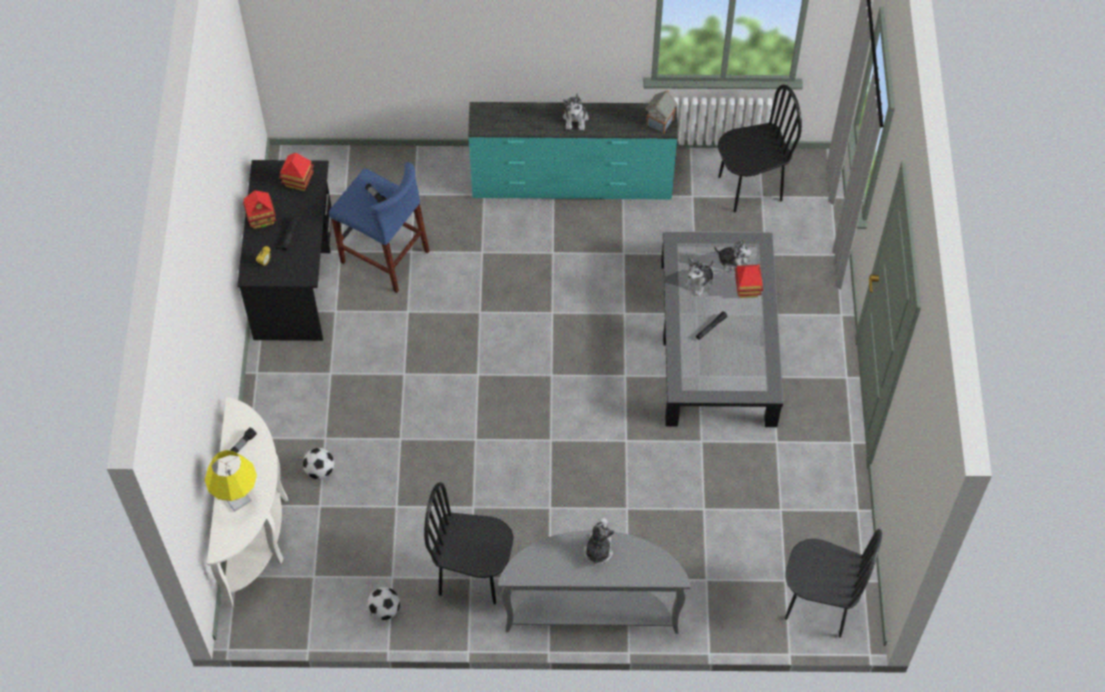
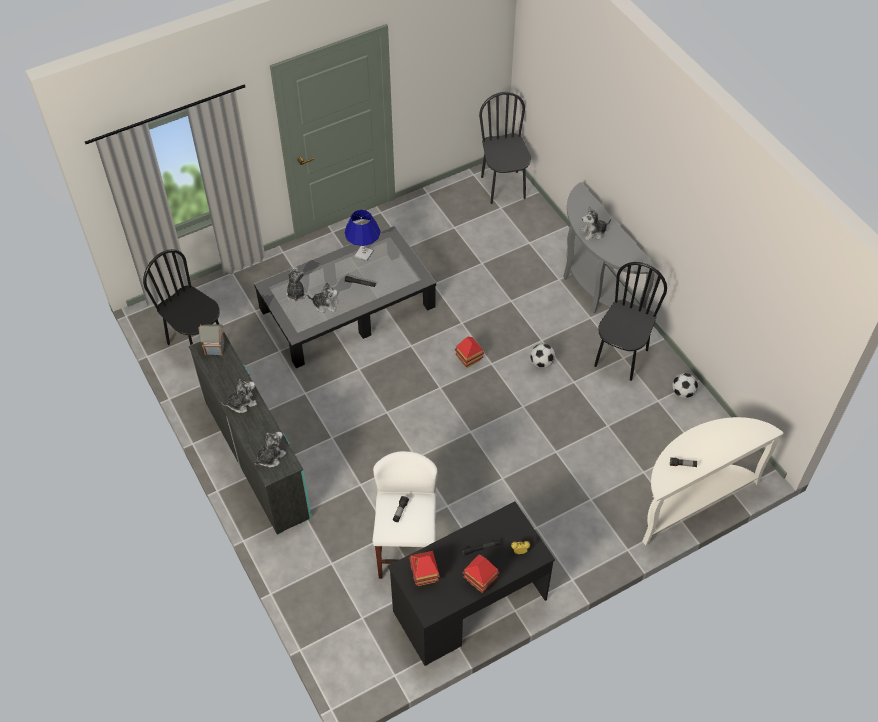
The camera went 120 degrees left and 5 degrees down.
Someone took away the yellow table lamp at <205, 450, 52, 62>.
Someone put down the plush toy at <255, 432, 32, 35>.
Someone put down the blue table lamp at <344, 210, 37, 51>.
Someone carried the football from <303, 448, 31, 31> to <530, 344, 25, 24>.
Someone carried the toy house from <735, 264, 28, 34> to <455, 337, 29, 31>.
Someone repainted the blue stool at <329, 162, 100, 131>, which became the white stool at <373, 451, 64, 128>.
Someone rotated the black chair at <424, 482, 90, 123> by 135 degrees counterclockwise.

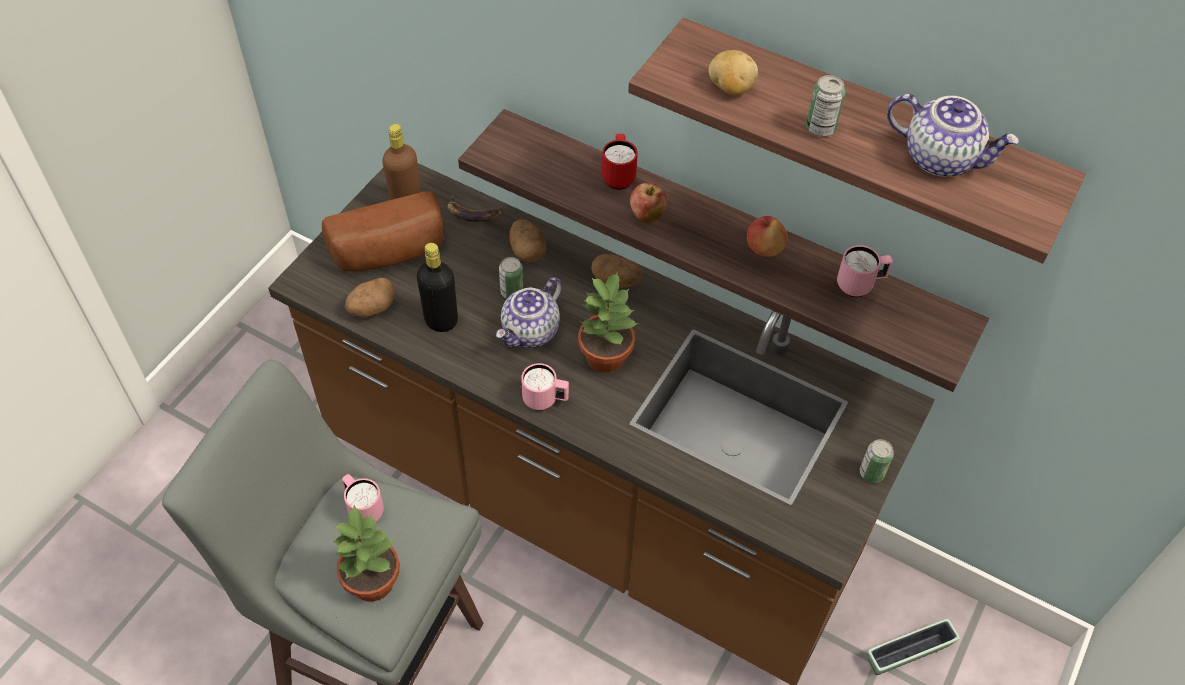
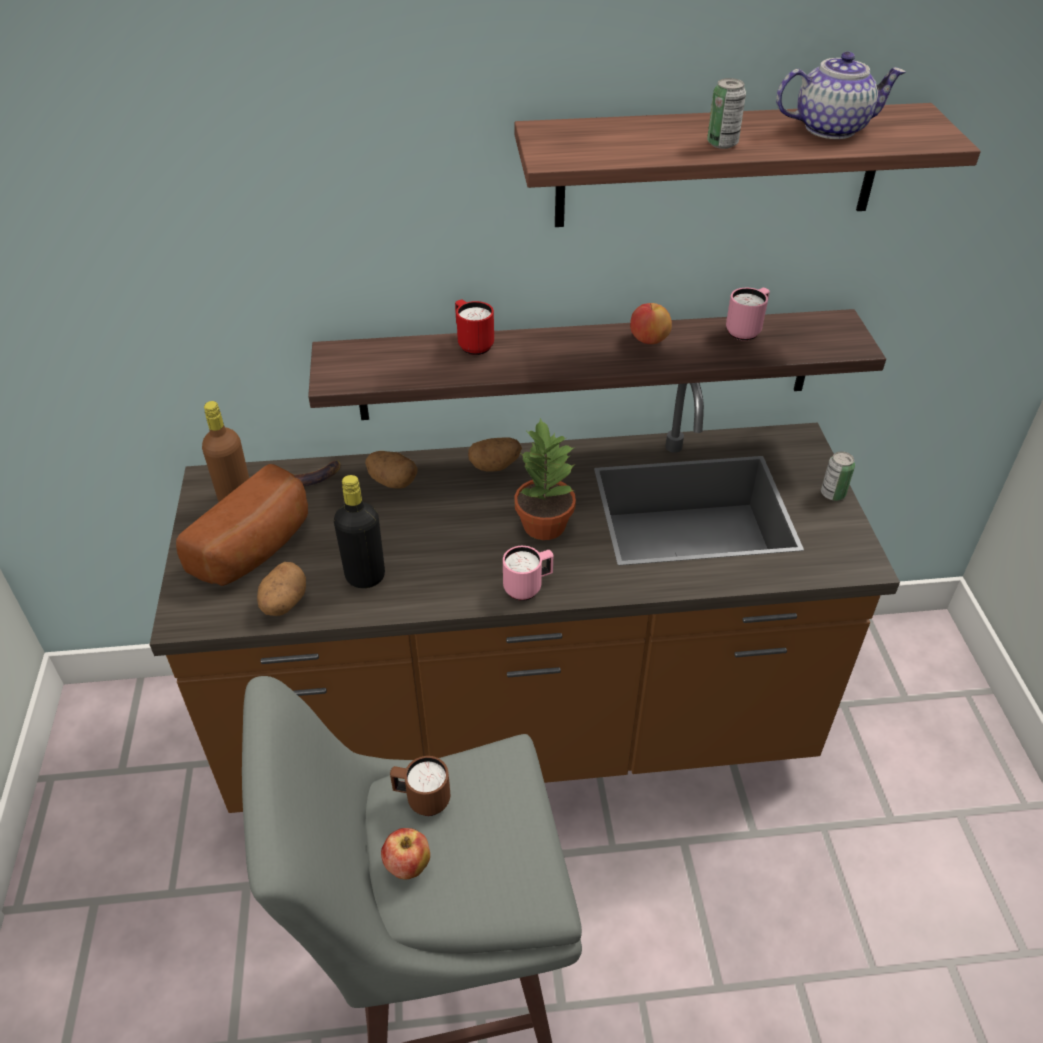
The camera went 35 degrees left and 10 degrees down.
Someone took away the potted plant at <331, 505, 69, 96>.
Someone took away the teapot at <496, 277, 66, 71>.
Someone took away the can at <499, 257, 25, 42>.
Someone took away the potato at <709, 50, 49, 45>.
Someone took away the planter at <868, 619, 92, 56>.
Someone carried the apple from <630, 183, 38, 40> to <381, 828, 49, 52>.
Someone repainted the pink mug at <342, 474, 42, 48>, which became the brown mug at <390, 756, 60, 60>.

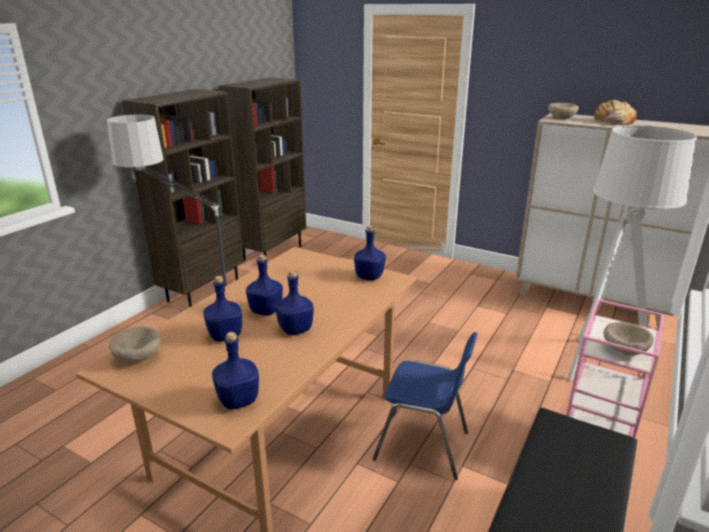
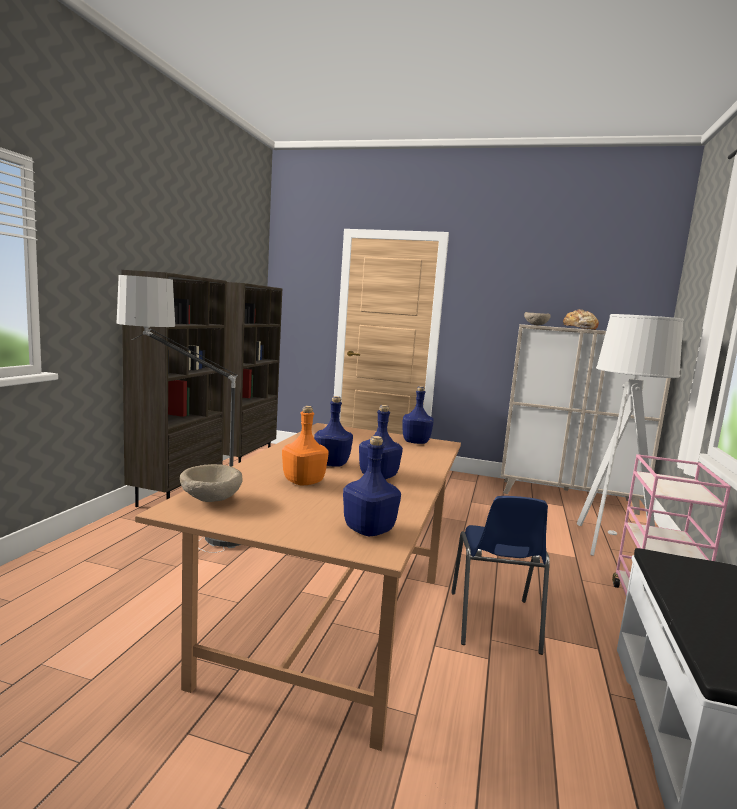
The camera went 15 degrees left and 15 degrees down.
Someone took away the beige bowl at <603, 322, 51, 34>.
Someone repainted the blue bottle at <203, 276, 39, 66>, which became the orange bottle at <282, 406, 47, 79>.
Someone rotated the blue chair at <373, 332, 105, 148> by 90 degrees clockwise.

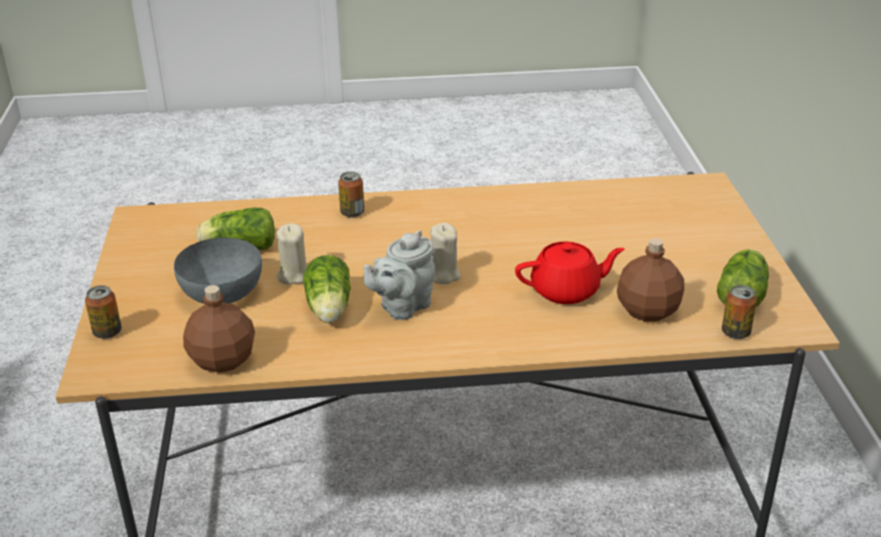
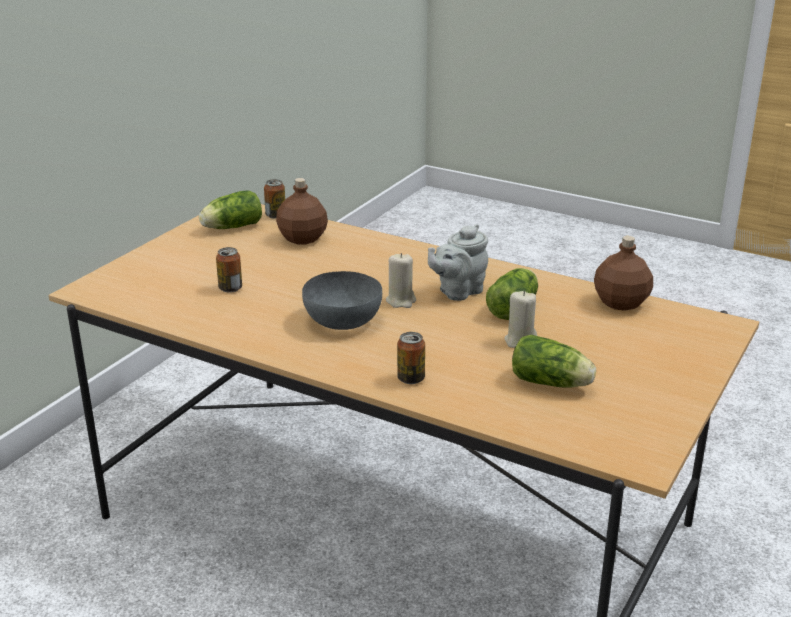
The camera went 145 degrees left and 5 degrees down.
Someone took away the red teapot at <515, 242, 110, 62>.
Someone carried the can from <85, 285, 37, 54> to <216, 247, 26, 46>.
Someone carried the grey bowl from <174, 237, 88, 67> to <302, 271, 80, 59>.
Someone rotated the grey teapot at <363, 230, 72, 90> by 150 degrees clockwise.

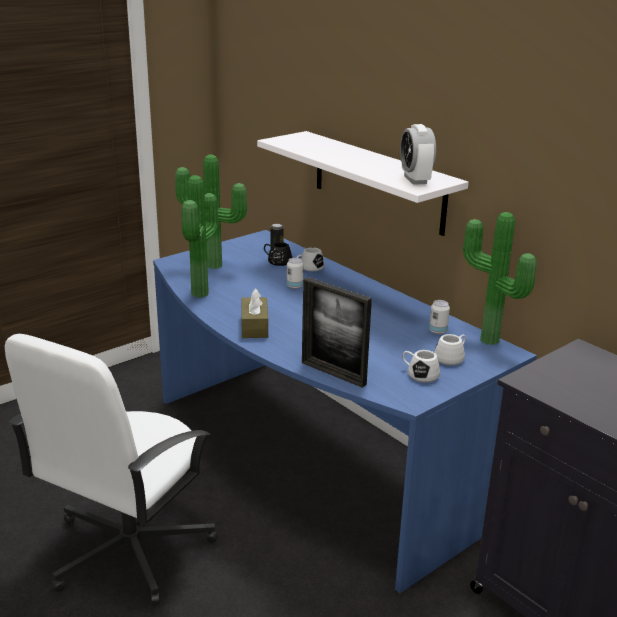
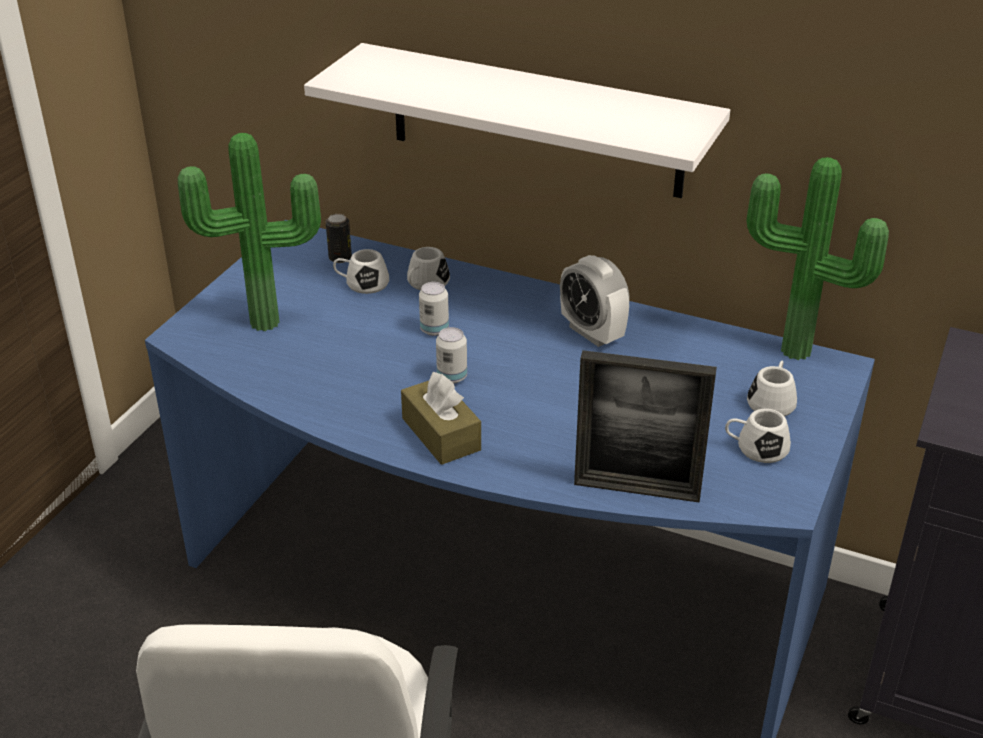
The camera went 25 degrees left and 10 degrees up.
Someone took away the potted plant at <181, 175, 37, 123>.
Someone carried the alarm clock from <400, 124, 36, 61> to <560, 255, 70, 92>.
Someone carried the can from <429, 300, 21, 35> to <436, 327, 31, 57>.
Someone repainted the black mug at <264, 242, 28, 24>, which became the white mug at <333, 249, 56, 45>.

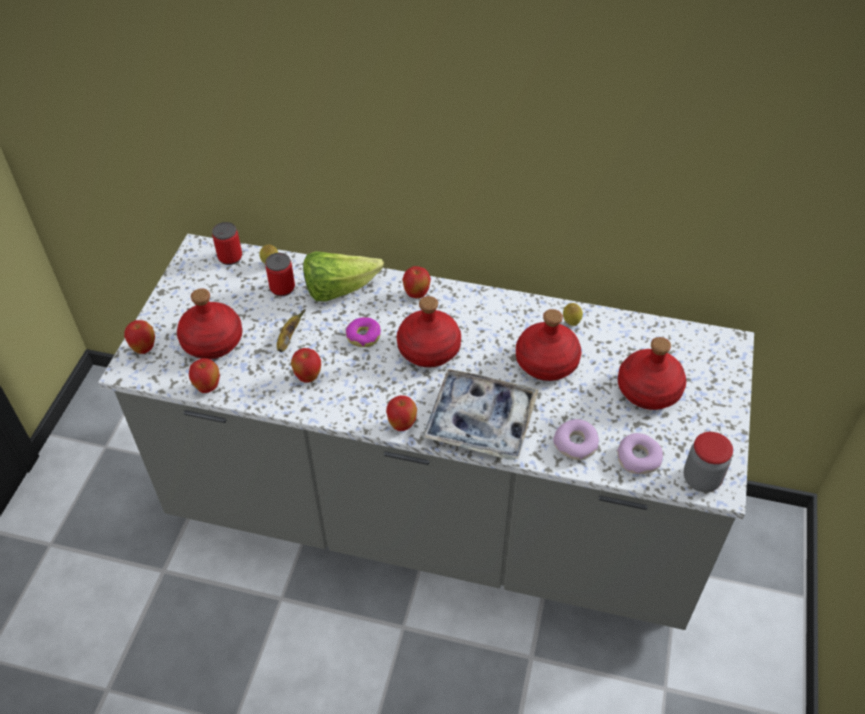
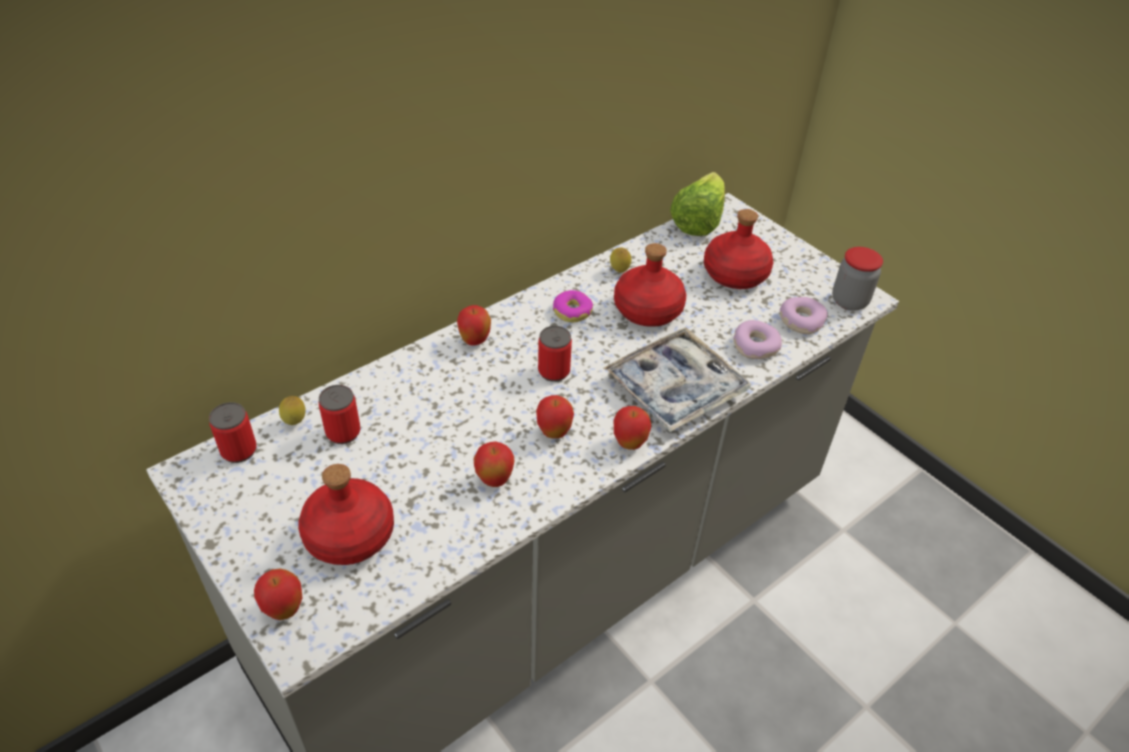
The camera went 55 degrees left and 5 degrees down.
Someone took away the banana at <277, 309, 28, 43>.
Someone carried the apple from <189, 358, 31, 35> to <536, 395, 38, 44>.
Someone carried the lettuce from <303, 251, 81, 50> to <670, 172, 55, 64>.
Someone carried the donut from <346, 317, 35, 30> to <553, 290, 40, 32>.
Someone swapped the red bottle at <397, 296, 64, 71> for the can at <538, 326, 34, 56>.

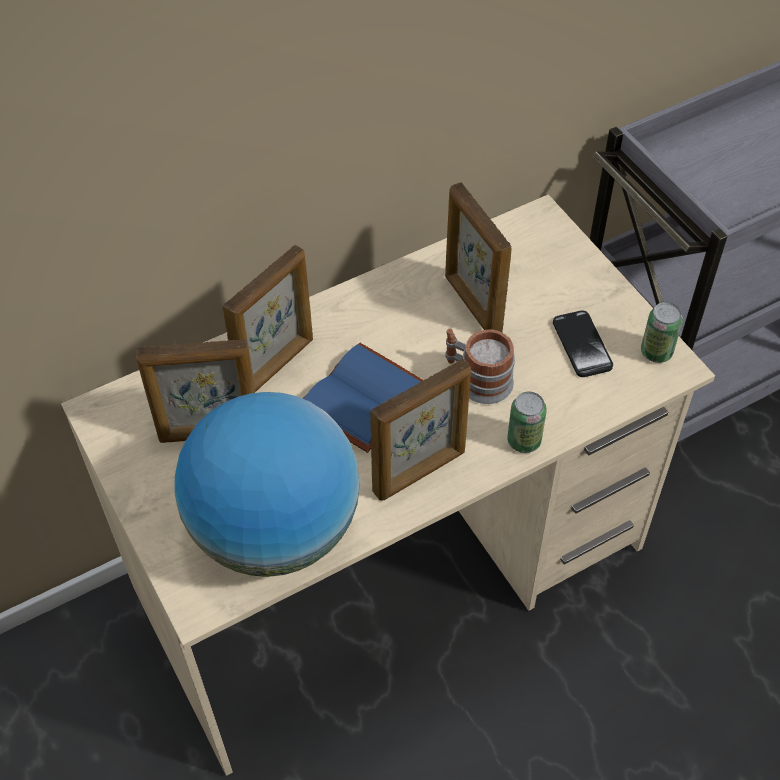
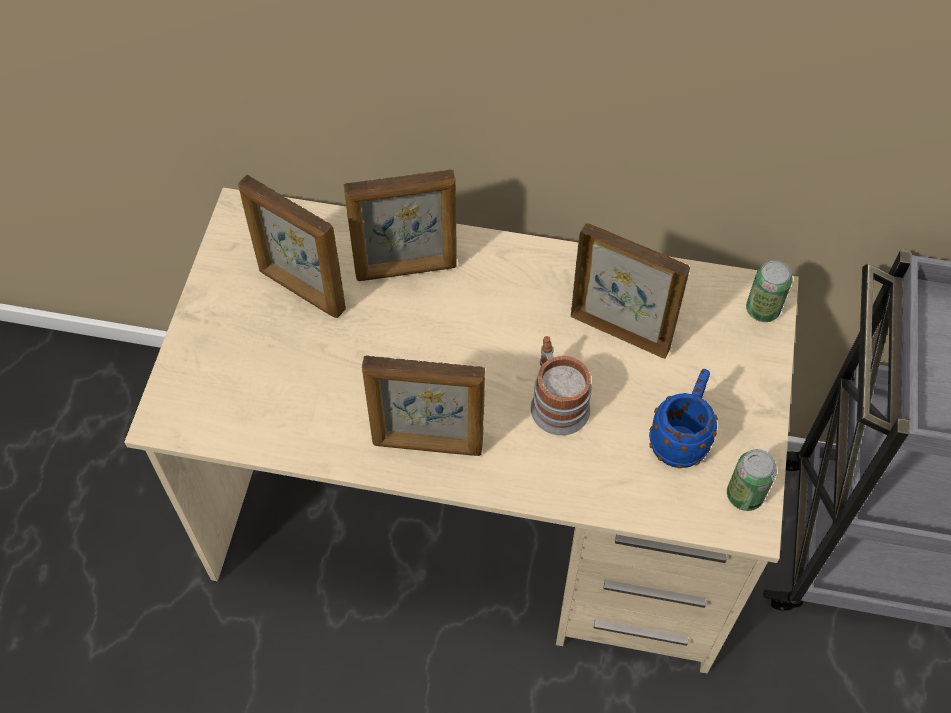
The camera went 40 degrees right and 5 degrees up.
Someone took away the globe at <174, 392, 186, 185>.
Someone took away the blue book at <303, 343, 121, 110>.
Someone carried the can from <507, 391, 40, 62> to <746, 260, 47, 62>.
Someone swapped the phone at <553, 310, 60, 67> for the blue mug at <649, 369, 69, 99>.
Someone rotated the picture frame at <445, 182, 67, 150> by 105 degrees clockwise.

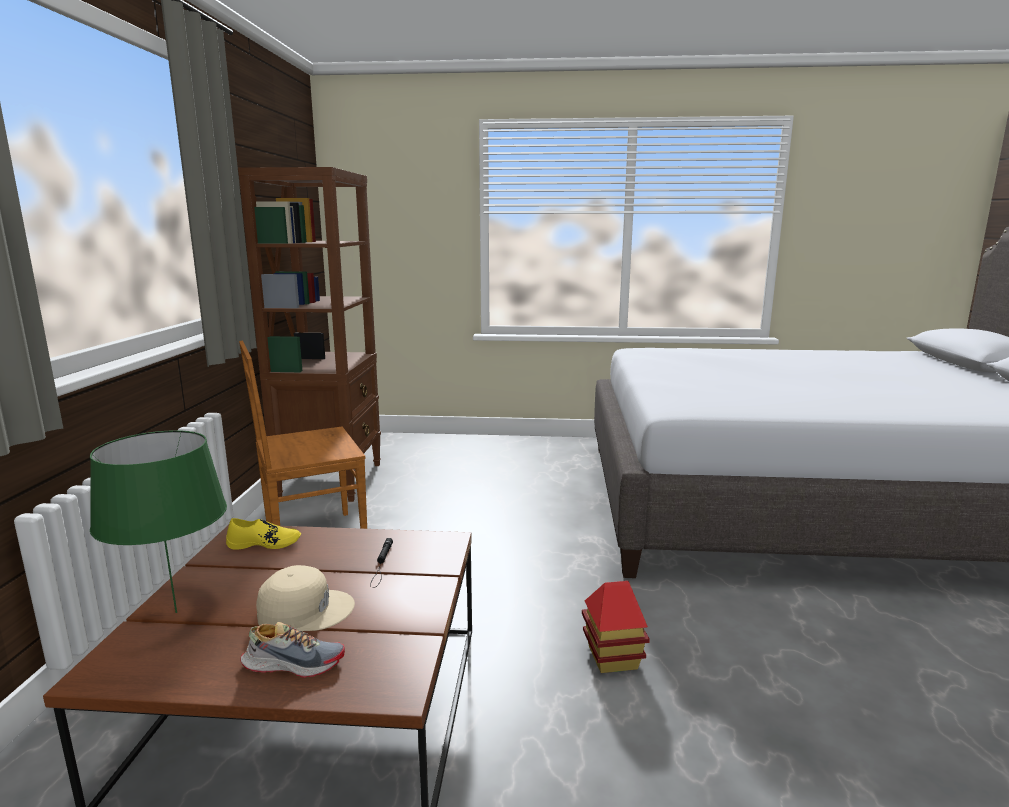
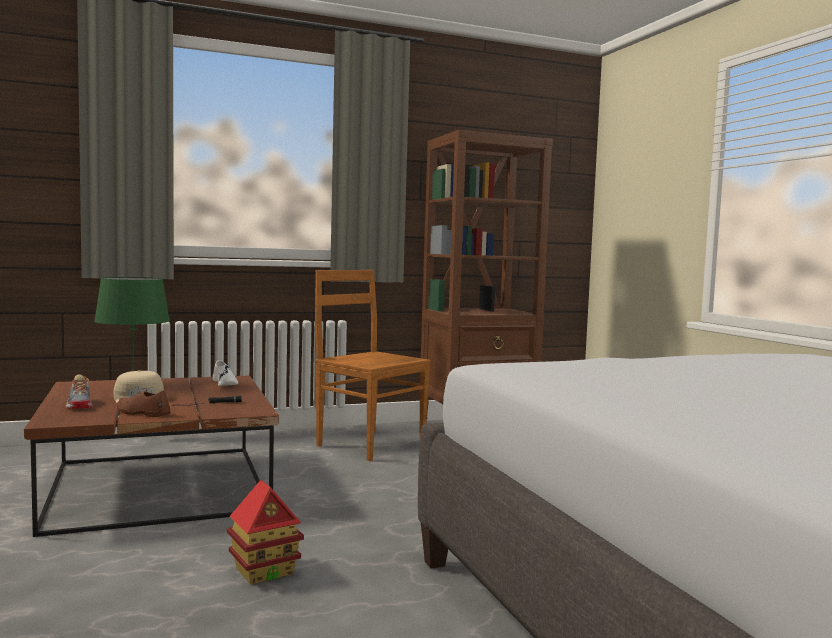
The camera went 65 degrees right and 10 degrees down.
Someone put down the brown shoe at <117, 391, 54, 26>.
Someone repainted the yellow shoe at <226, 518, 75, 32>, which became the white shoe at <213, 360, 25, 26>.

